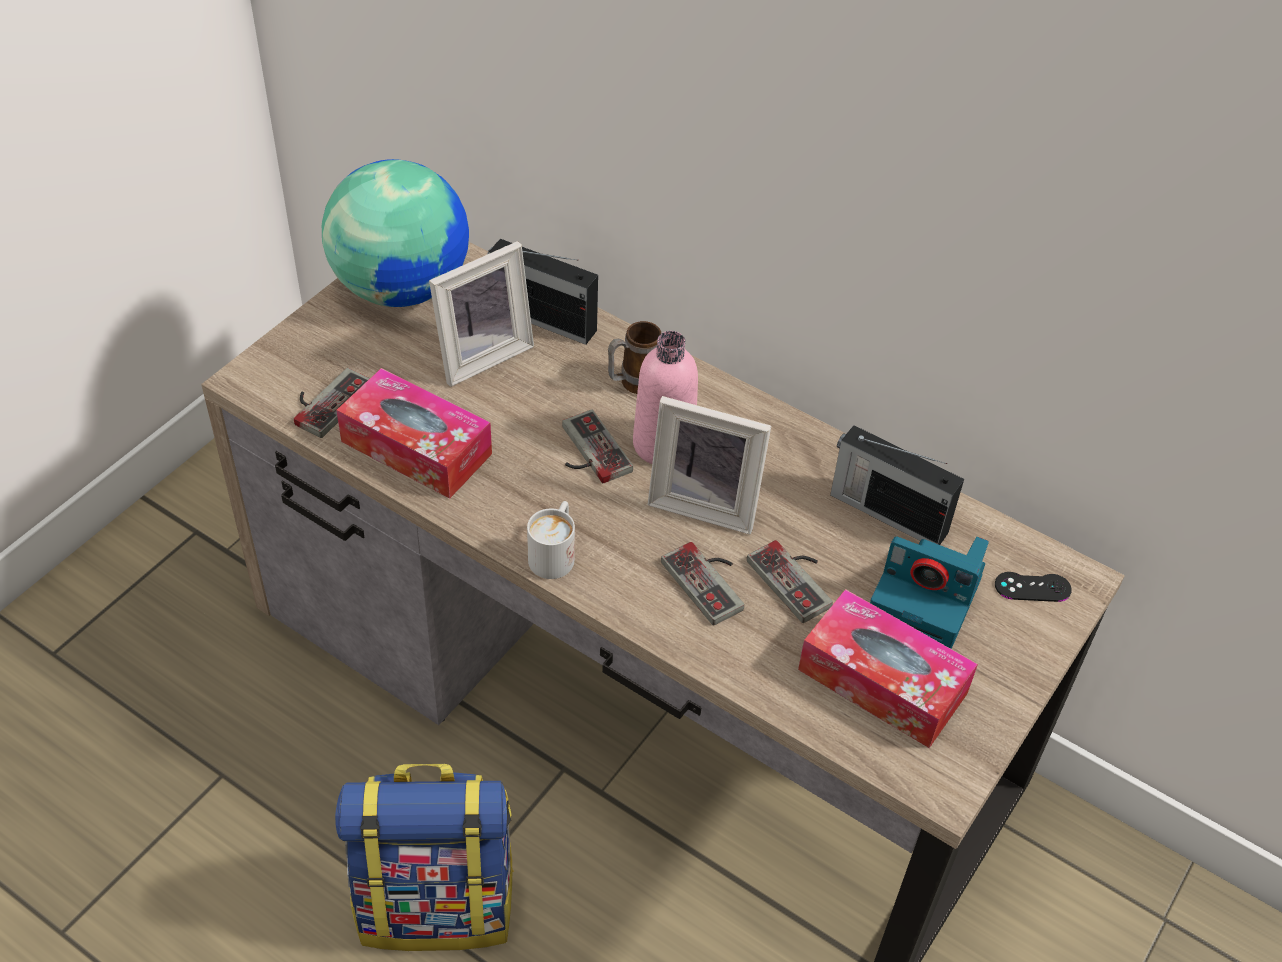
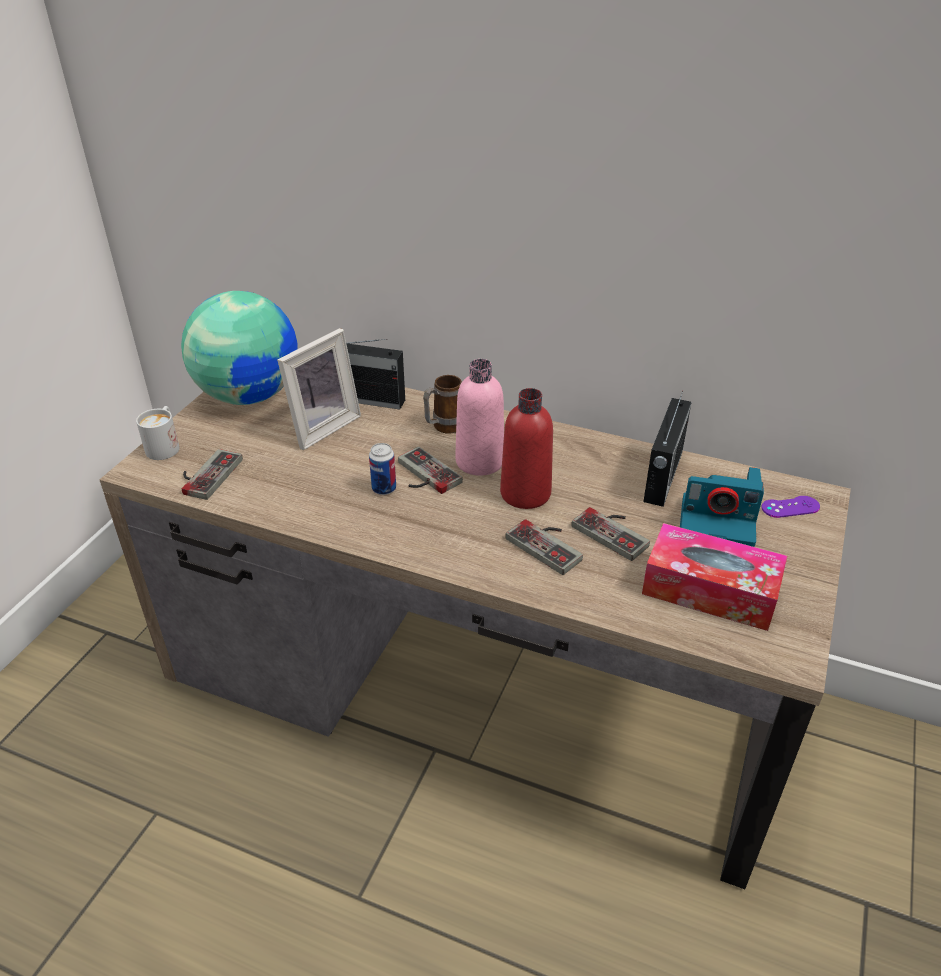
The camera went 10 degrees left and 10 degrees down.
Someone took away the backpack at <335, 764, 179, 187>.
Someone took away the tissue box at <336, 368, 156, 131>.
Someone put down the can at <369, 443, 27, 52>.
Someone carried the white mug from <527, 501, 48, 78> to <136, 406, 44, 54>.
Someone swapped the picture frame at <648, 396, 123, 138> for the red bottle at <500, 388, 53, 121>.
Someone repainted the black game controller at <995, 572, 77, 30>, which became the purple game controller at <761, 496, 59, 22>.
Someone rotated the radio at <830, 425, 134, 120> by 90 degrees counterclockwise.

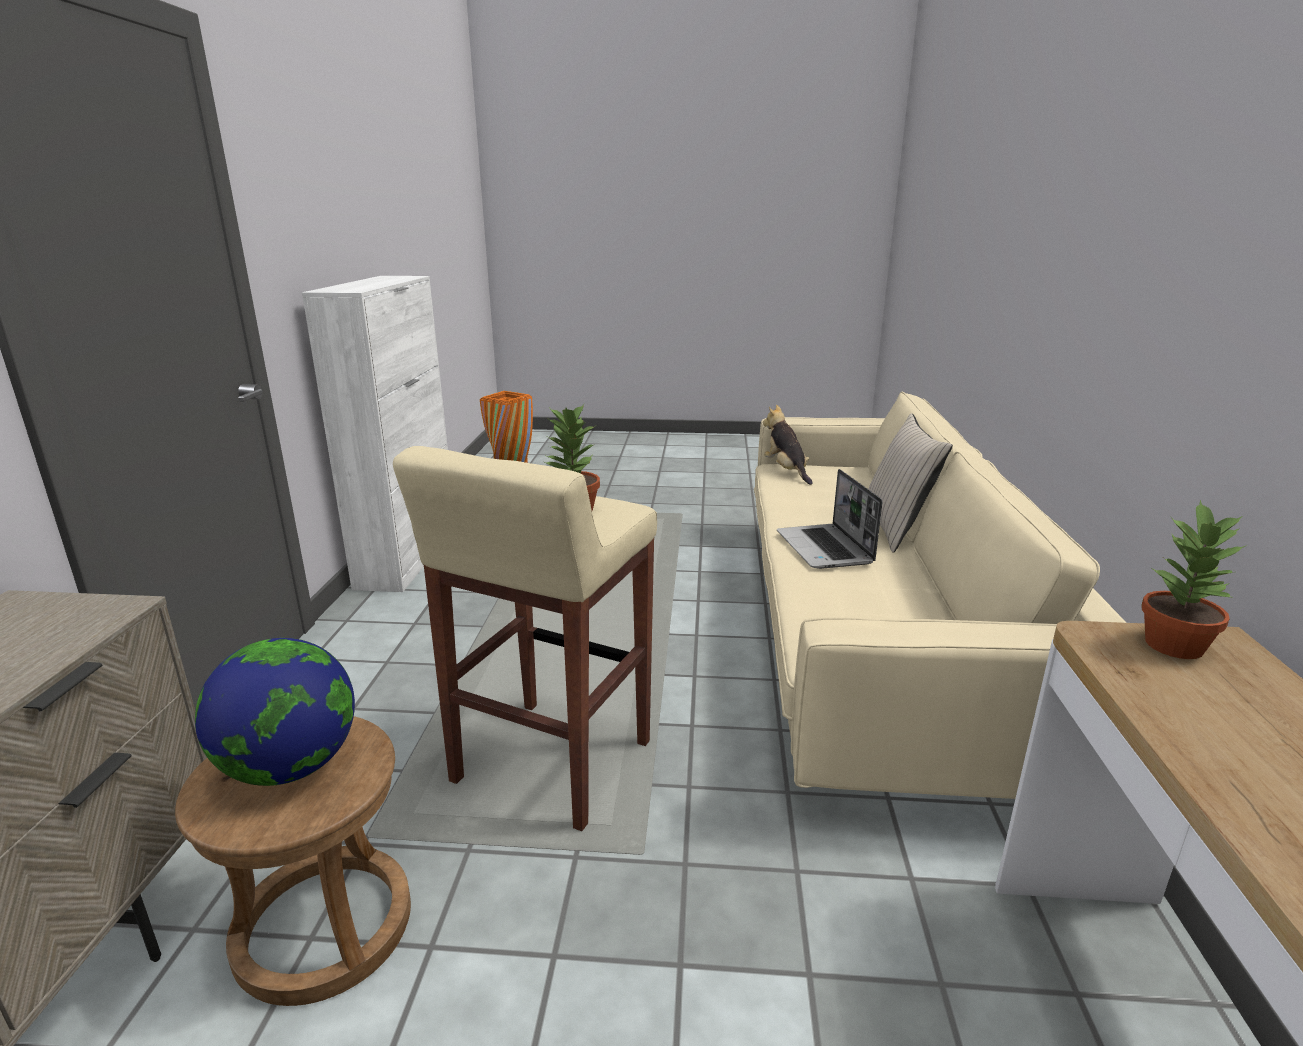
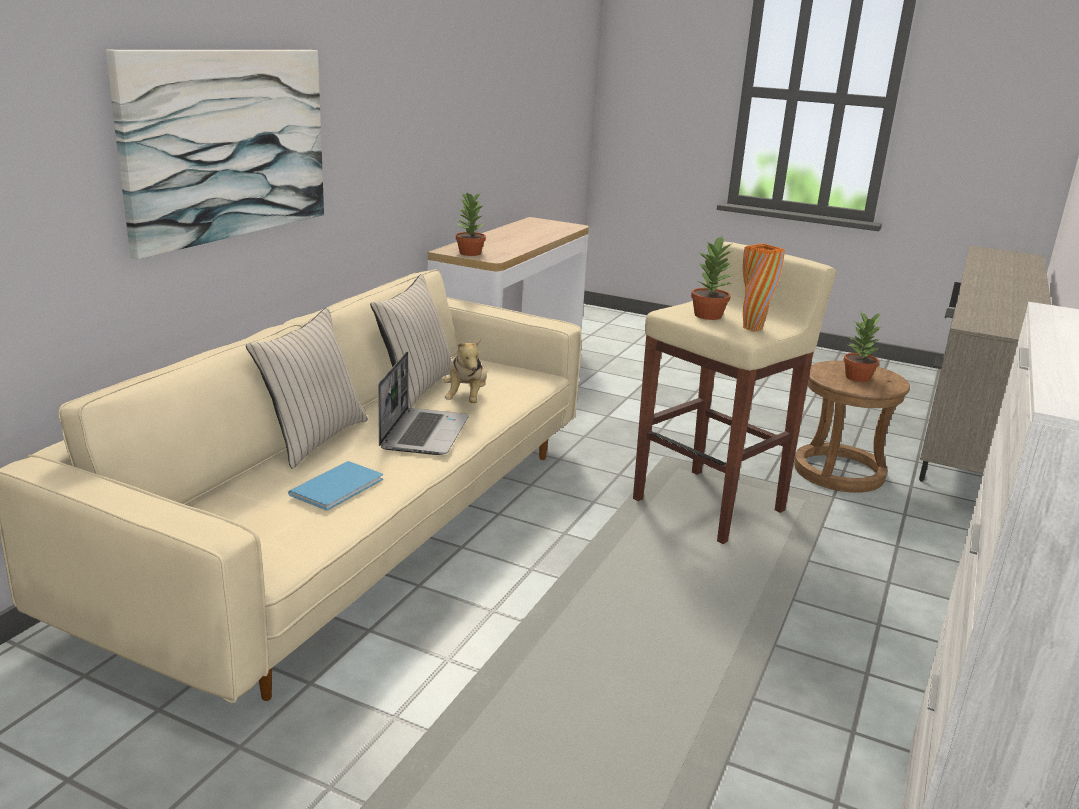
The camera went 160 degrees left and 0 degrees up.
Someone put up the picture at <106, 50, 218, 209>.
Someone put down the blue book at <288, 461, 95, 50>.
Someone put down the beige pillow at <370, 274, 82, 134>.
Someone carried the plush toy from <763, 405, 50, 80> to <444, 337, 43, 66>.
Someone swapped the globe at <195, 638, 160, 148> for the potted plant at <843, 311, 39, 71>.

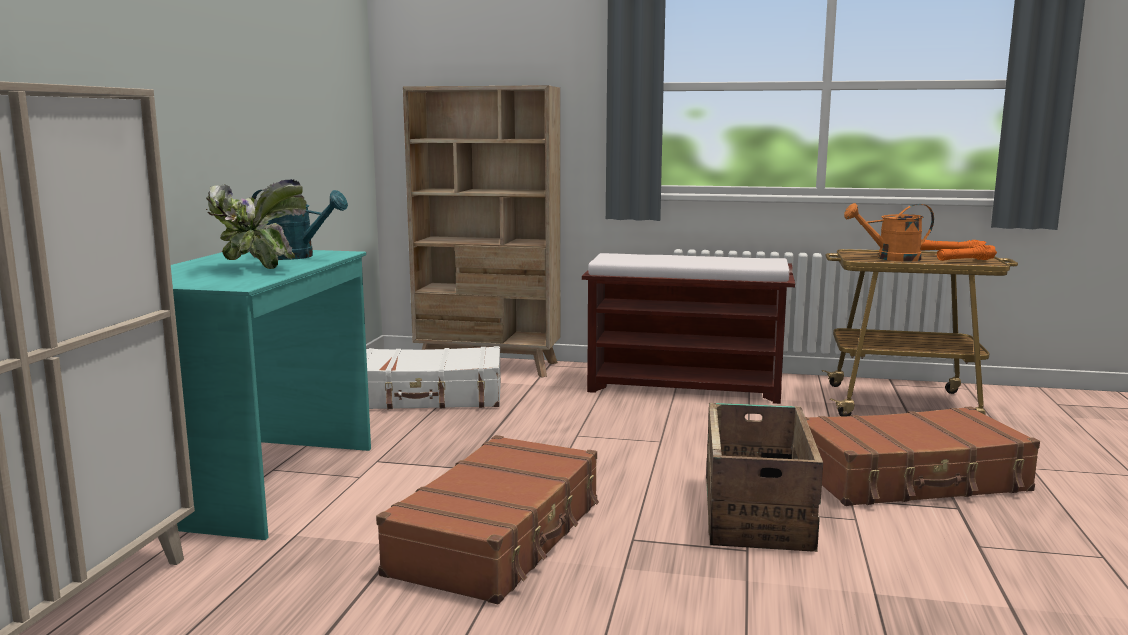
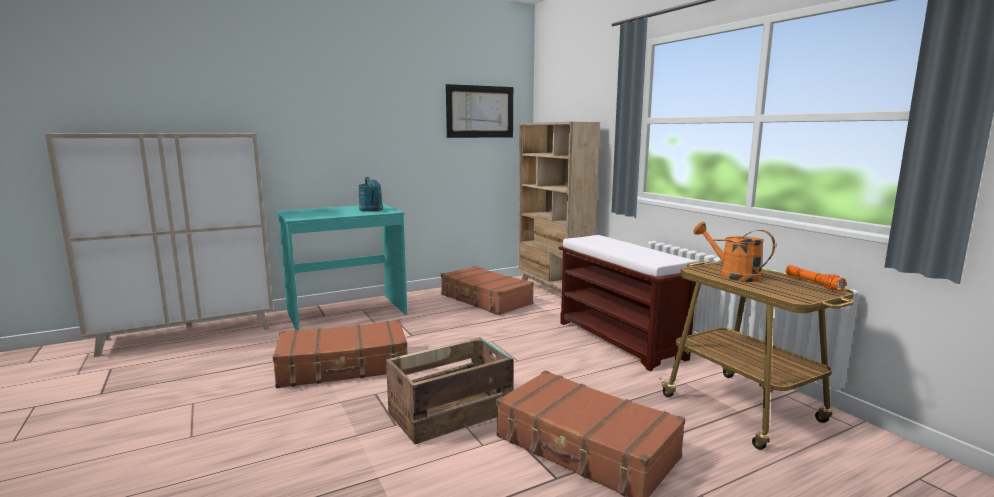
The camera went 50 degrees right and 0 degrees up.
Someone took away the potted plant at <205, 179, 101, 90>.
Someone took away the orange flashlight at <937, 245, 60, 16>.
Someone put up the picture at <446, 84, 67, 54>.
Someone repainted the white suitcase at <366, 346, 135, 63>, which became the brown suitcase at <441, 266, 93, 49>.

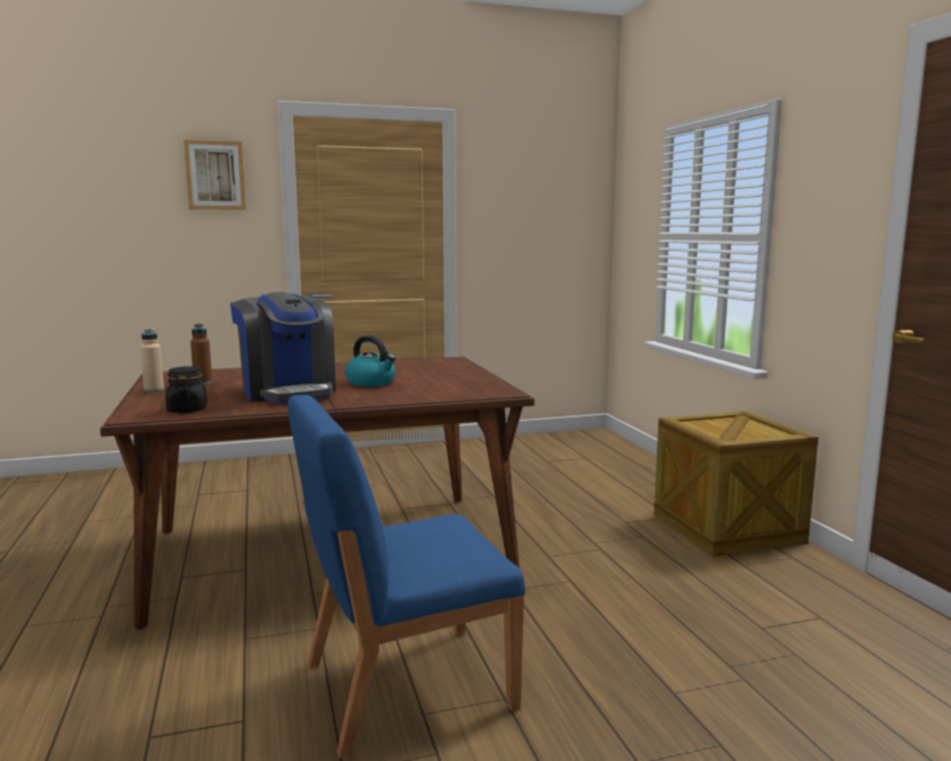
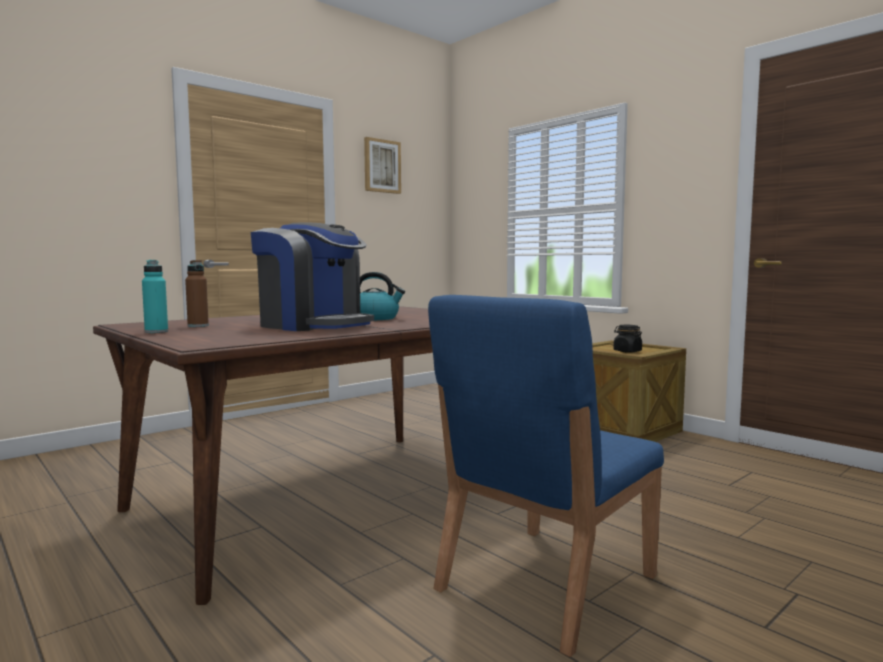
The camera went 25 degrees left and 5 degrees down.
Someone carried the black jar from <165, 366, 42, 47> to <613, 325, 29, 28>.
Someone carried the picture from <184, 140, 62, 70> to <364, 137, 37, 57>.
Someone repainted the beige bottle at <140, 328, 24, 64>, which became the turquoise bottle at <142, 260, 26, 73>.

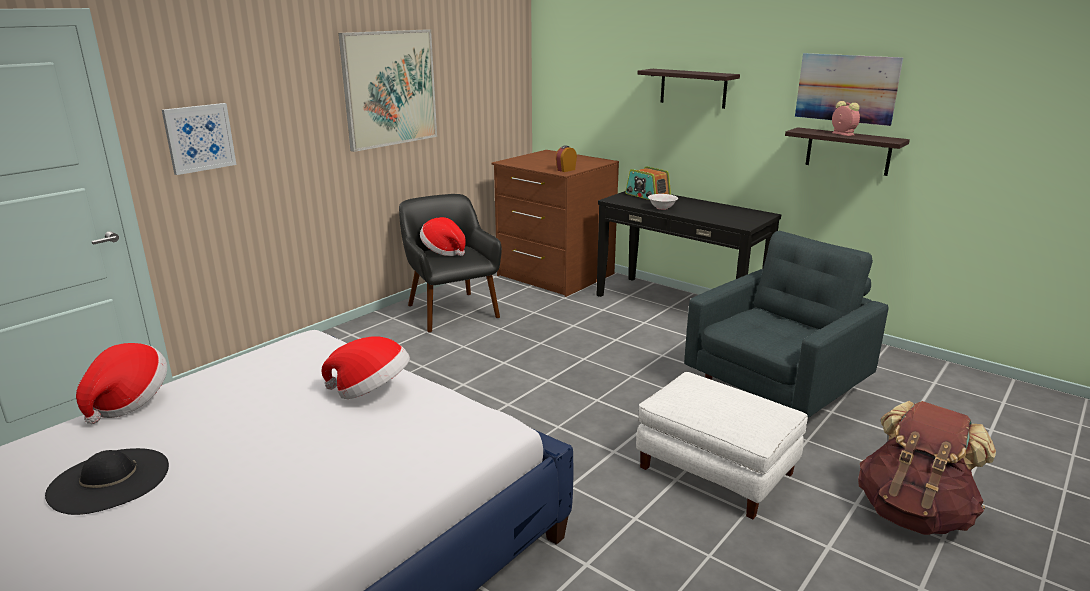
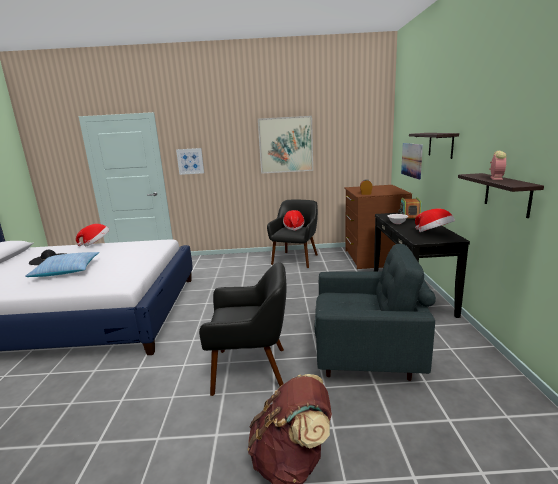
The camera went 50 degrees right and 5 degrees down.
Someone put down the pillow at <25, 252, 74, 25>.
Someone carried the hat from <321, 337, 89, 62> to <415, 209, 40, 23>.
Someone carried the picture from <795, 53, 108, 73> to <401, 143, 22, 37>.
Someone swapped the white ottoman at <636, 372, 172, 147> for the black armchair at <199, 262, 88, 134>.

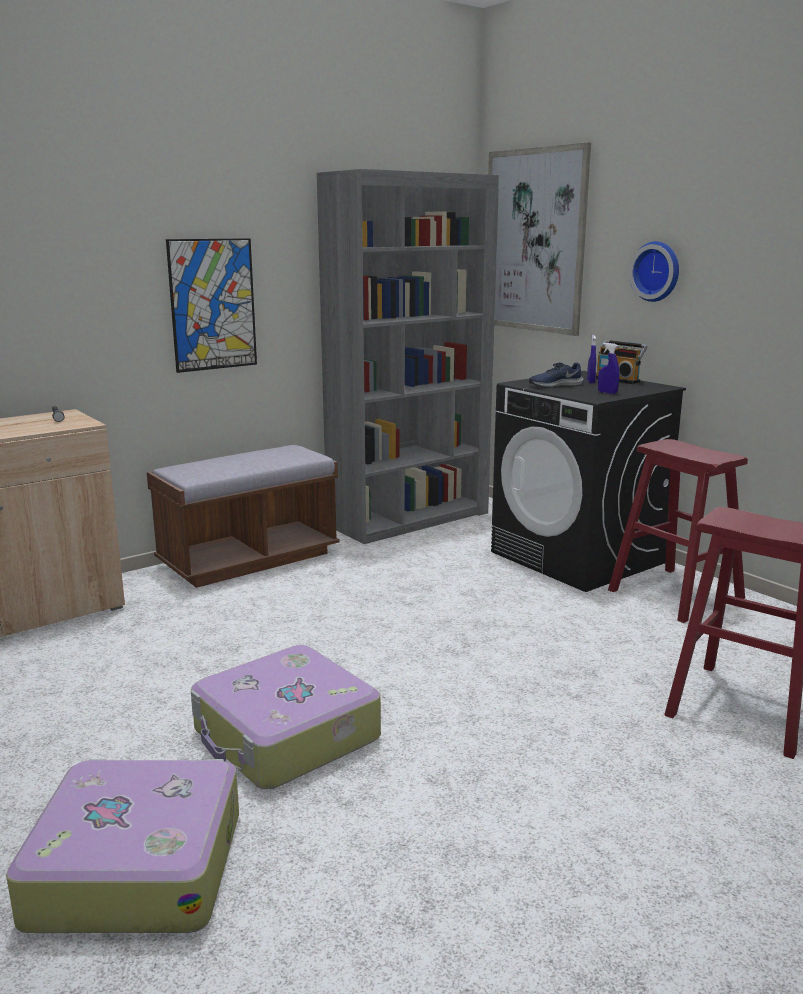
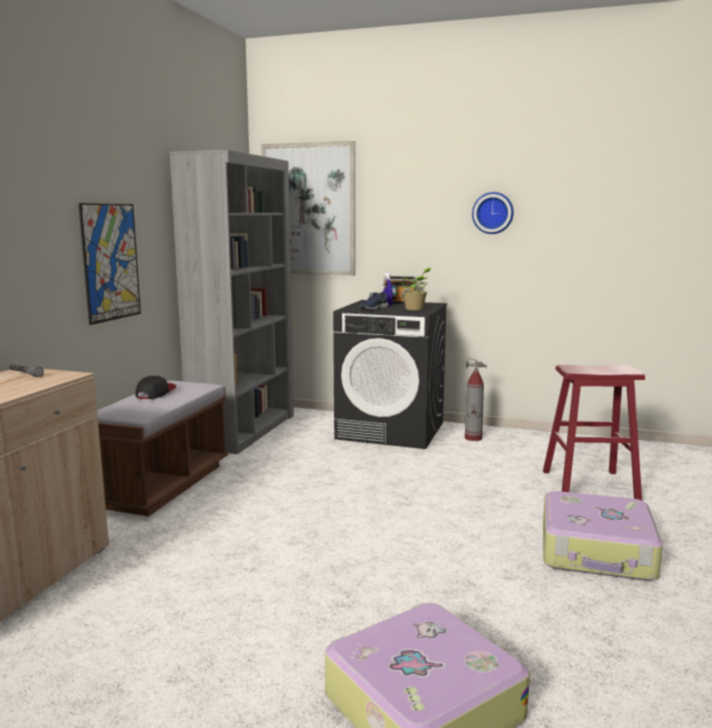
The camera went 35 degrees left and 5 degrees down.
Someone put down the cap at <135, 376, 41, 23>.
Someone carried the suitcase from <191, 645, 190, 144> to <543, 491, 120, 90>.
Someone carried the wall clock from <629, 241, 50, 61> to <472, 192, 42, 42>.
Someone swapped the blue spray bottle at <598, 343, 21, 51> for the potted plant at <399, 267, 32, 44>.
Someone swapped the red stool at <608, 439, 140, 184> for the fire extinguisher at <465, 358, 22, 83>.

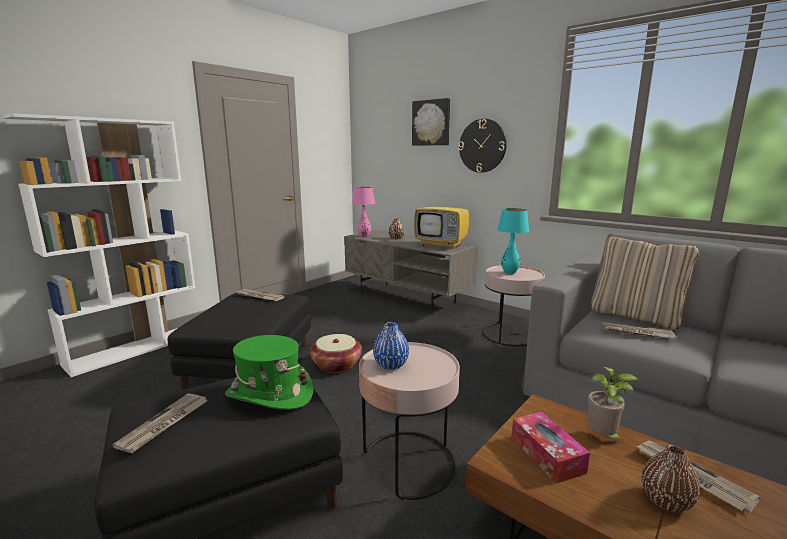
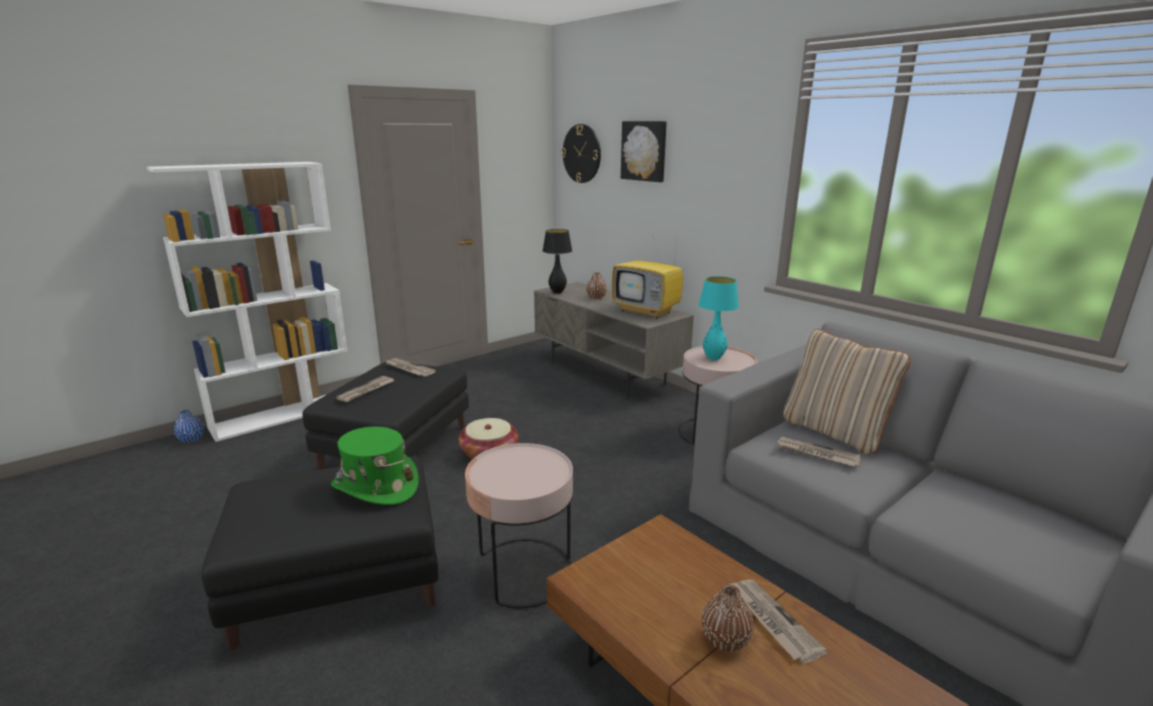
The camera went 10 degrees right and 5 degrees up.
Someone took away the tissue box at <512, 412, 78, 72>.
Someone took away the potted plant at <587, 367, 51, 74>.
Someone carried the newspaper from <113, 394, 94, 59> to <336, 376, 58, 26>.
Someone carried the blue vase from <373, 322, 36, 48> to <174, 410, 30, 33>.
Someone carried the wall clock from <459, 119, 48, 54> to <561, 124, 40, 59>.
Someone repainted the pink table lamp at <352, 187, 23, 50>, which became the black table lamp at <542, 229, 30, 65>.

